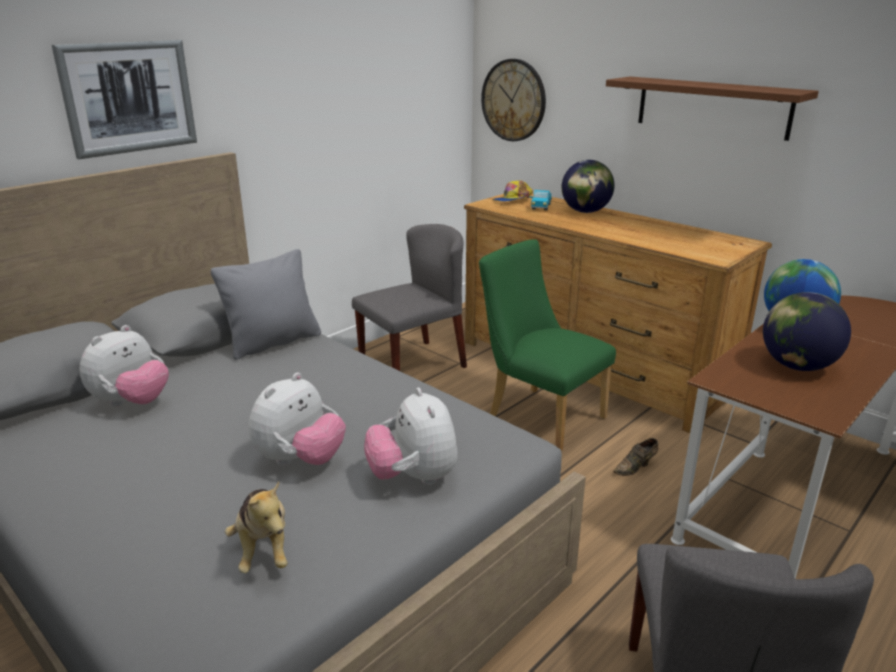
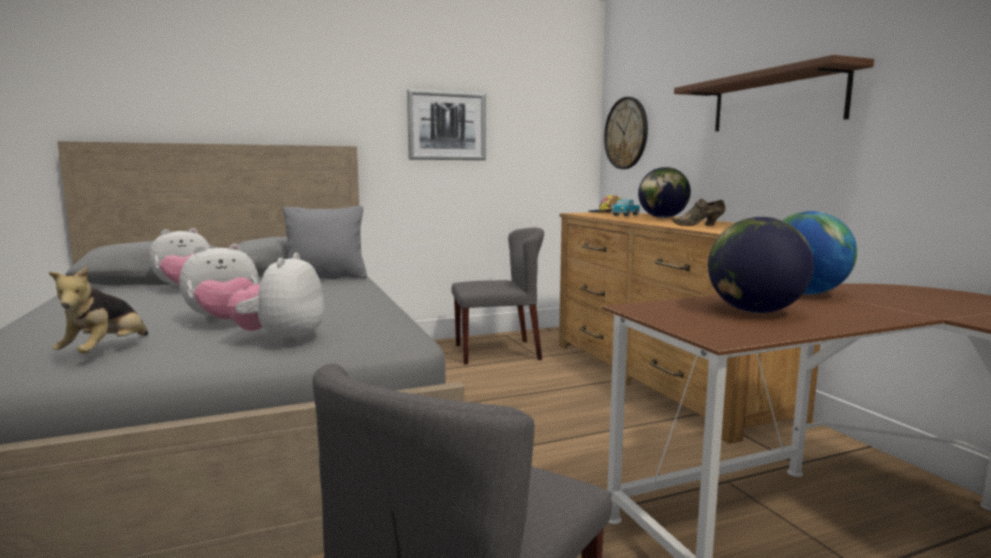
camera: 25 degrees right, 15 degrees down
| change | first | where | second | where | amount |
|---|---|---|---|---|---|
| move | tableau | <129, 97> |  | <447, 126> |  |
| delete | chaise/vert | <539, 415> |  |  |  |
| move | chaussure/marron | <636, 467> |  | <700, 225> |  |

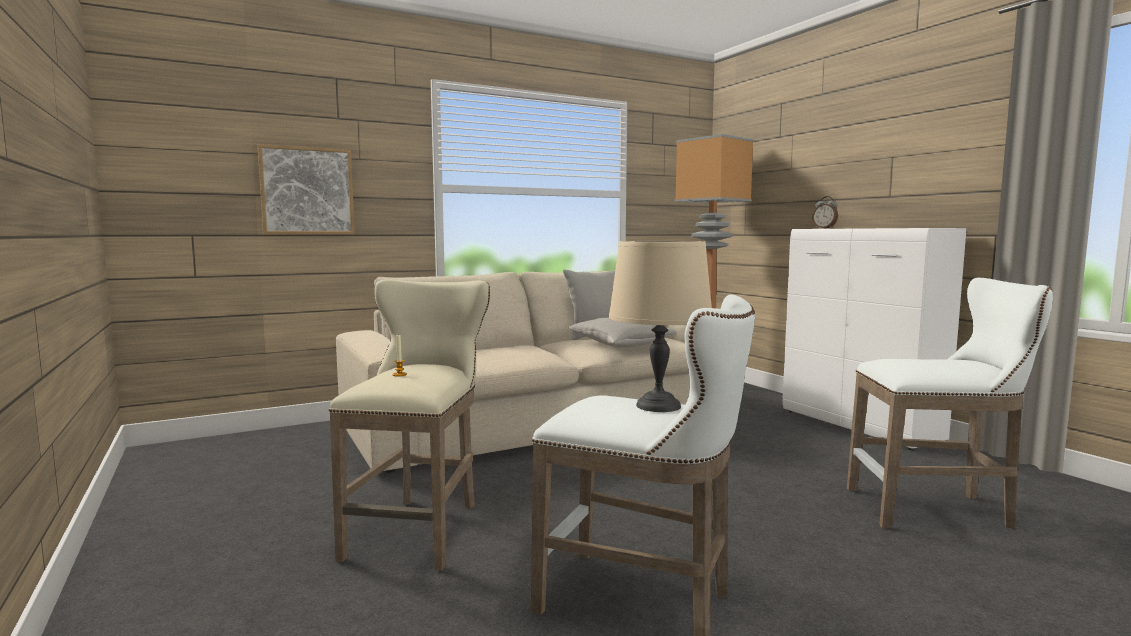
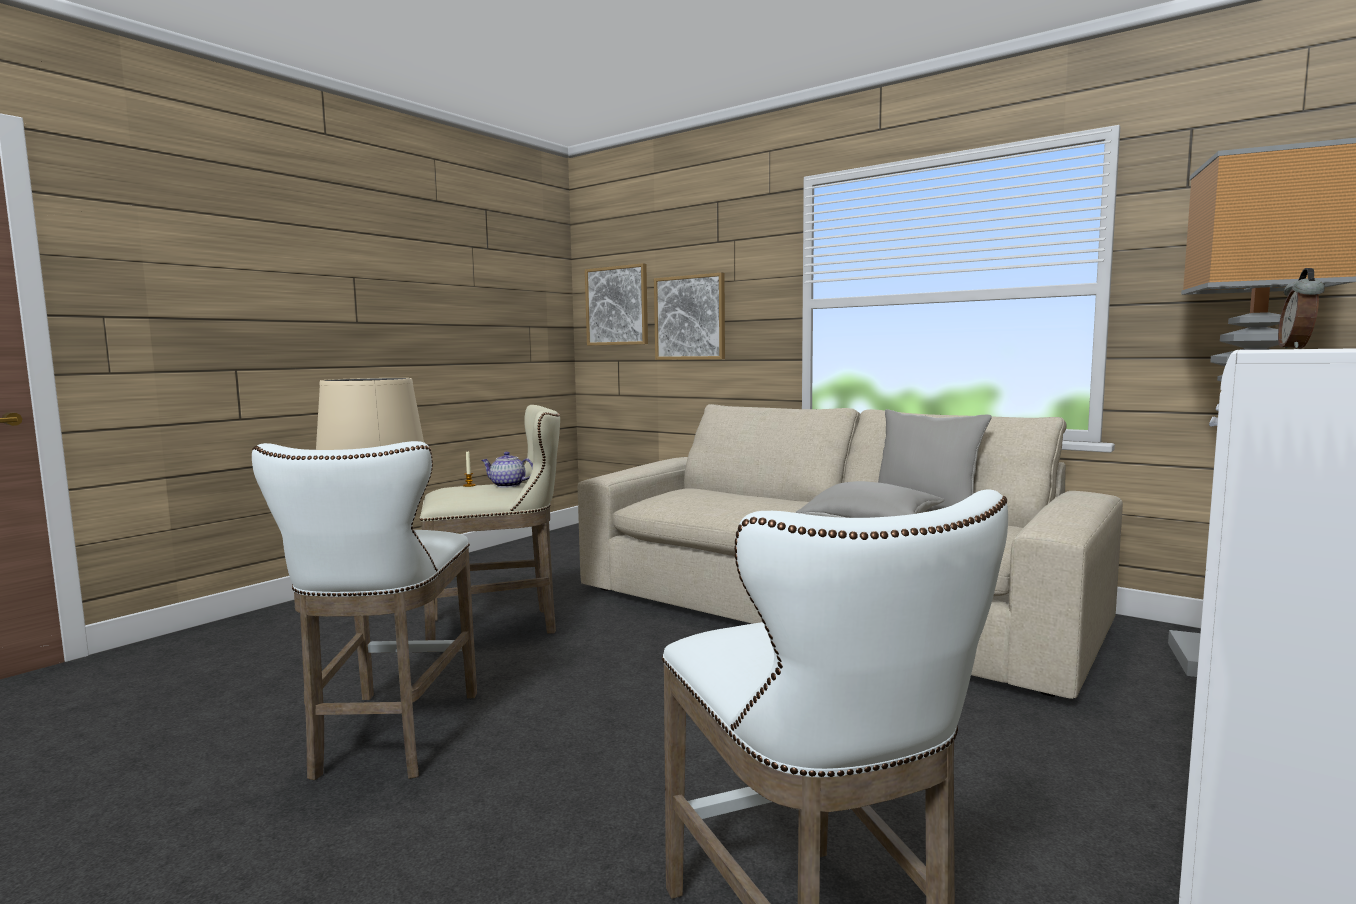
camera: 65 degrees right, 0 degrees up
| change | first | where | second | where | amount |
|---|---|---|---|---|---|
| insert |  |  | théière | <507, 485> |  |
| insert |  |  | tableau | <617, 306> |  |

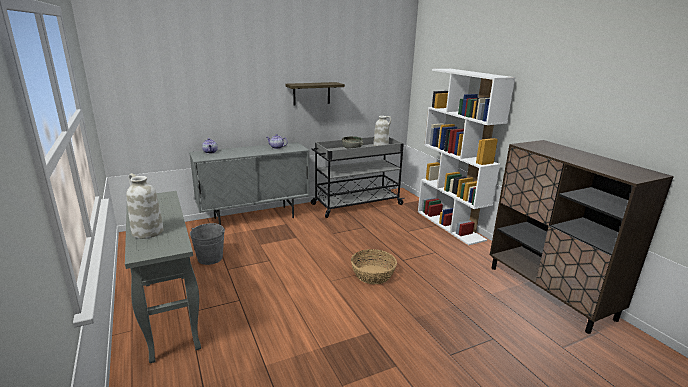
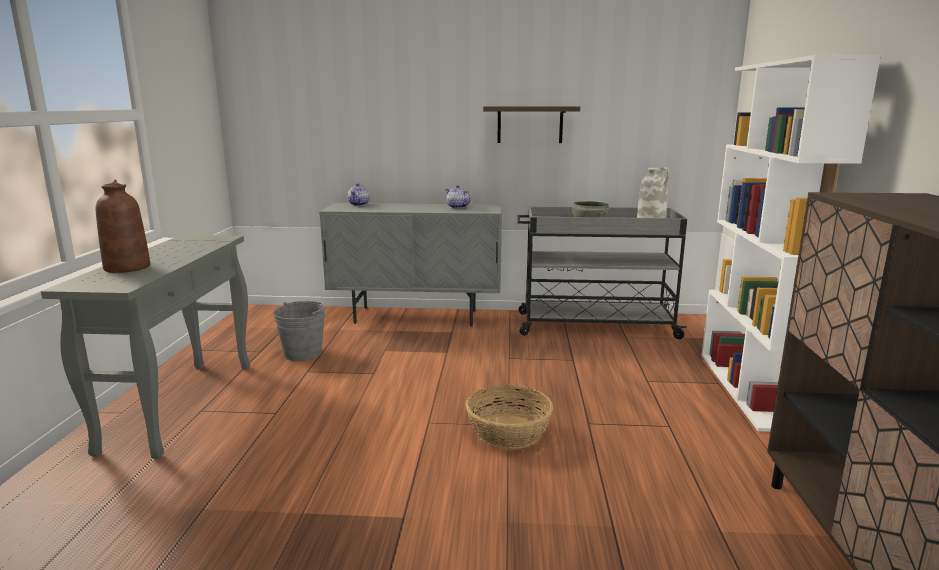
camera: 30 degrees right, 5 degrees down
| change | first | where | second | where | amount |
|---|---|---|---|---|---|
| recolor | vase/blanc | <147, 232> | vase/marron | <126, 267> |  |

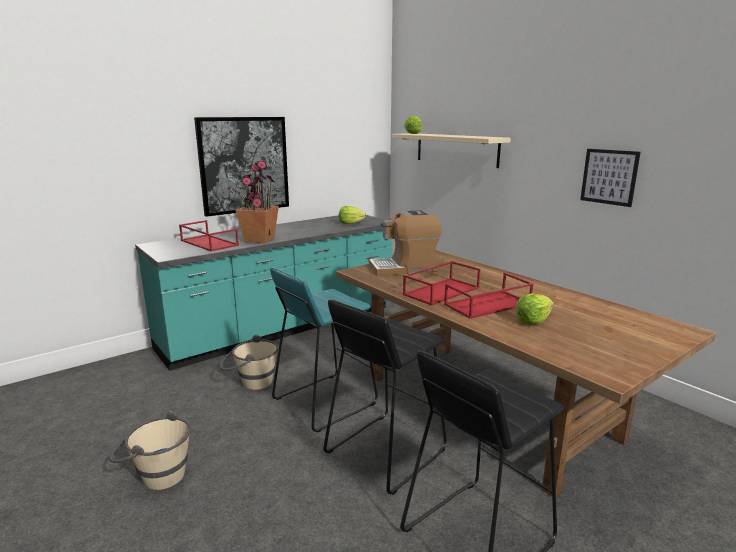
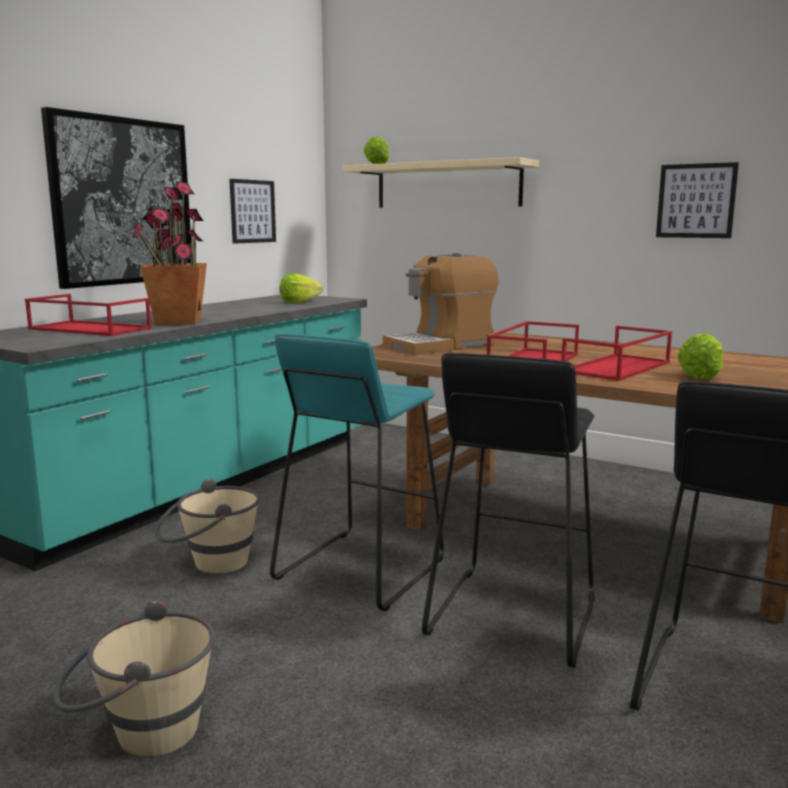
camera: 20 degrees left, 5 degrees down
| change | first | where | second | where | amount |
|---|---|---|---|---|---|
| insert |  |  | tableau | <252, 211> |  |

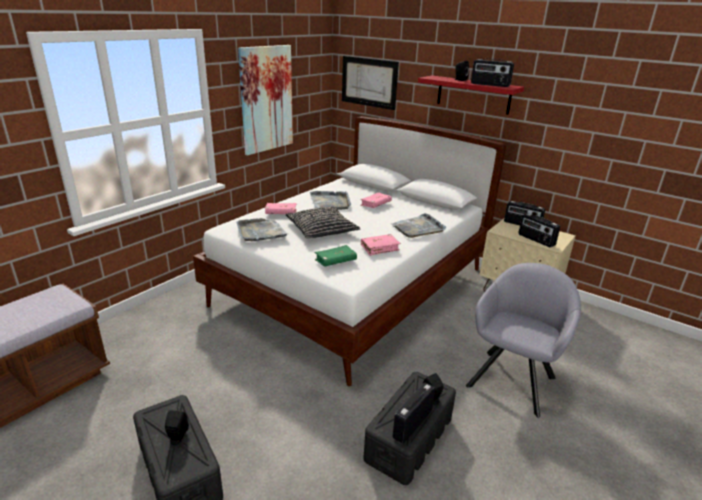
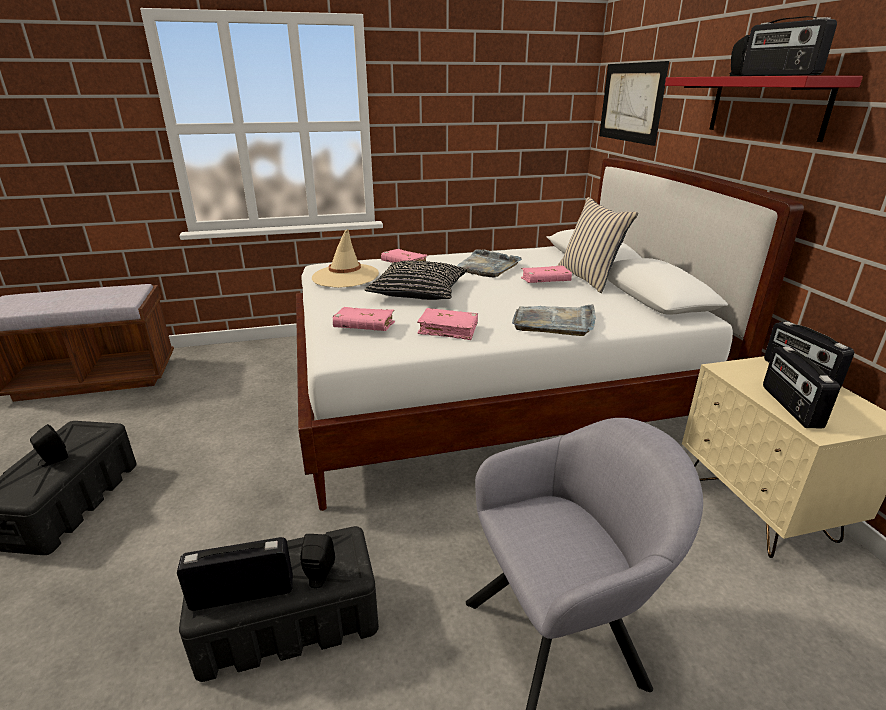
camera: 40 degrees right, 0 degrees up
| change | first | where | second | where | amount |
|---|---|---|---|---|---|
| replace | plateau/gris | <261, 232> | chapeau/beige | <345, 276> |  |
| delete | tableau | <266, 99> |  |  |  |
| recolor | livre/vert | <335, 261> | livre/rose | <364, 327> |  |
| insert |  |  | coussin/beige | <589, 278> |  |

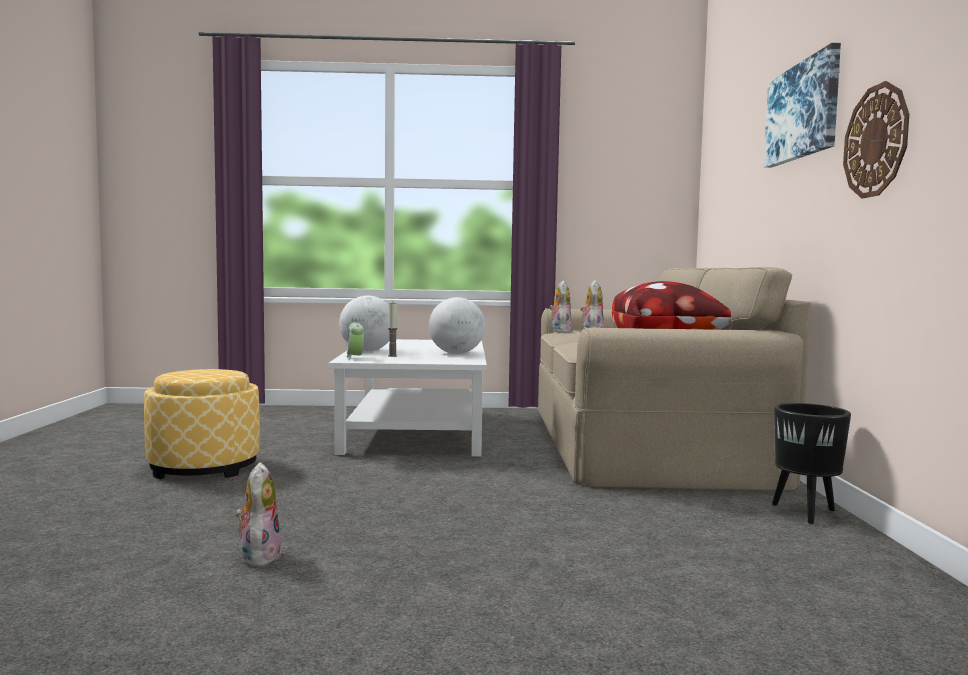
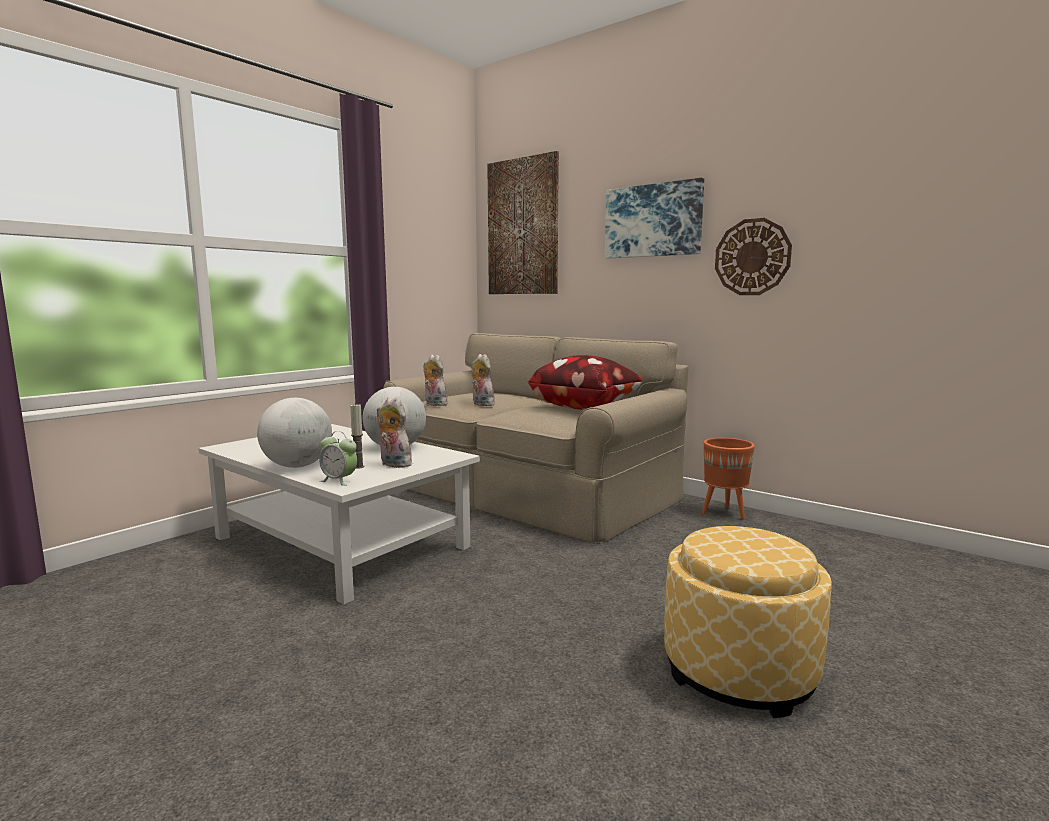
camera: 50 degrees left, 5 degrees up
| change | first | where | second | where | amount |
|---|---|---|---|---|---|
| move | pouf | <204, 467> |  | <738, 671> |  |
| move | peluche | <258, 556> |  | <393, 464> |  |
| recolor | cache-pot/noir | <806, 513> | cache-pot/orange | <725, 513> |  |
| insert |  |  | tableau | <523, 227> |  |

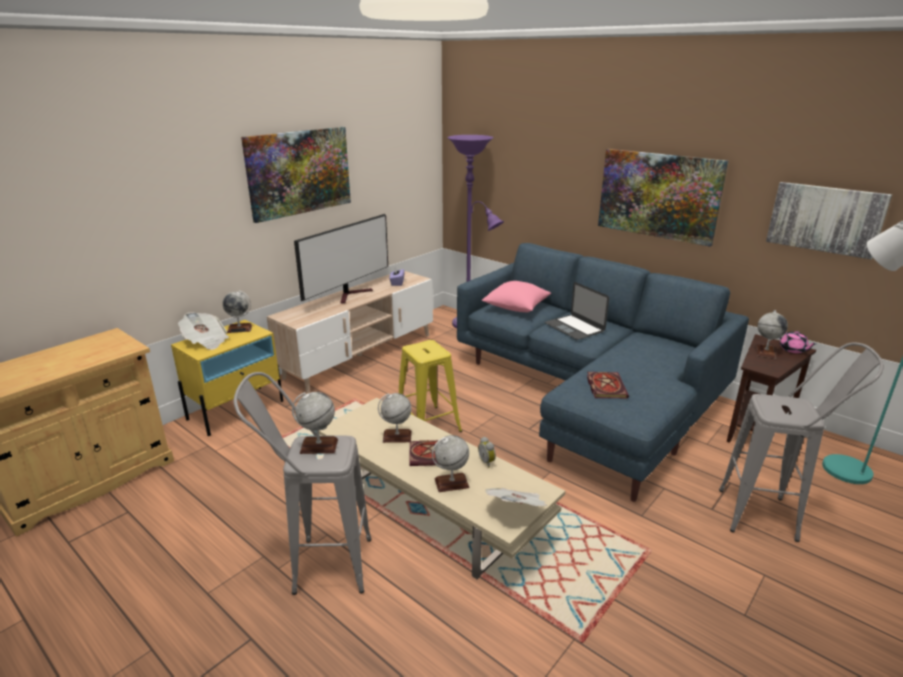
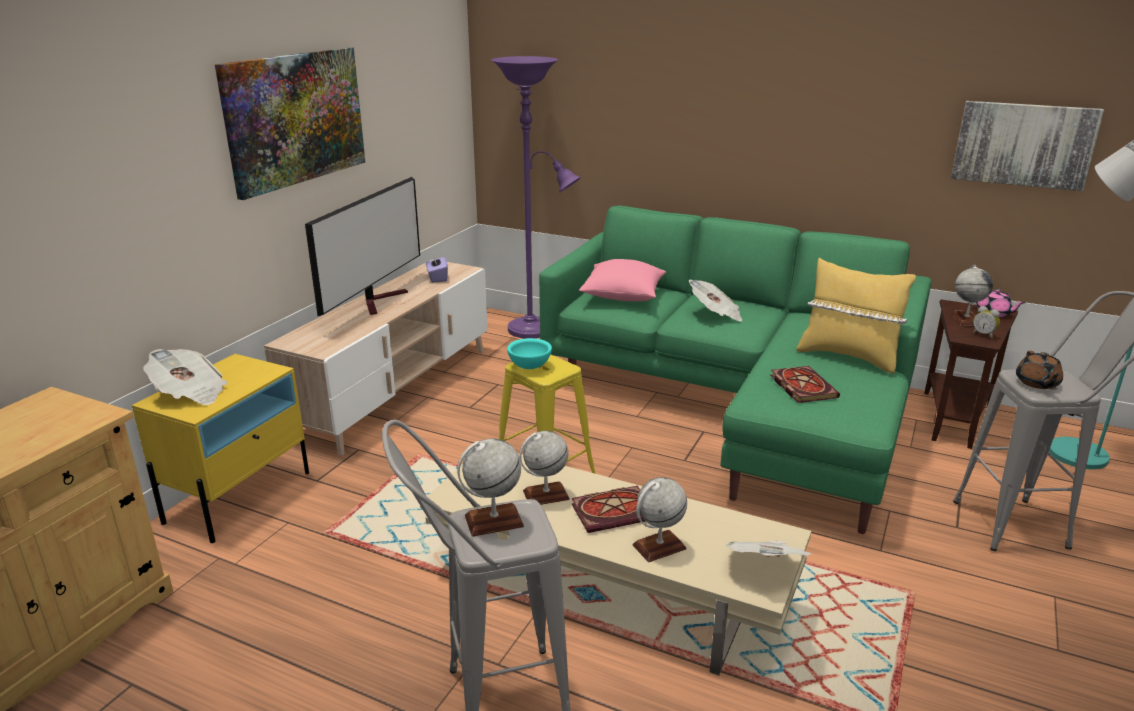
camera: 15 degrees left, 0 degrees up
| change | first | where | second | where | amount |
|---|---|---|---|---|---|
| delete | globe | <239, 329> |  |  |  |
| recolor | canapé/bleu | <589, 395> | canapé/vert | <739, 405> |  |
| move | réveil | <487, 462> |  | <984, 334> |  |
| replace | ordinateur portable | <574, 327> | journal | <715, 314> |  |
| delete | tableau | <658, 195> |  |  |  |
| insert |  |  | bol/turquoise | <530, 366> |  |
| insert |  |  | coussin/jaune | <848, 357> |  |
| insert |  |  | théière/marron | <1037, 383> |  |

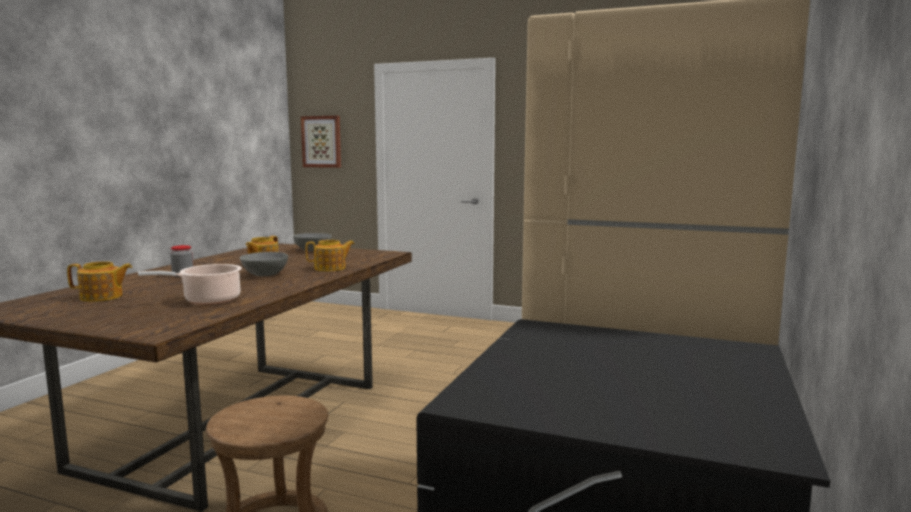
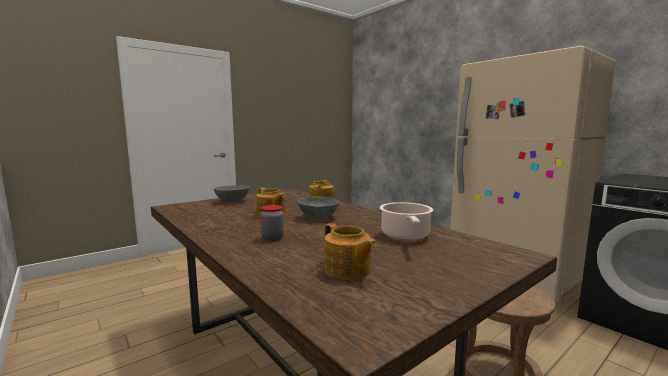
camera: 60 degrees left, 0 degrees up
| change | first | where | second | where | amount |
|---|---|---|---|---|---|
| rotate | théière | <102, 297> |  | <347, 270> | 120 degrees clockwise |
| delete | tableau | <322, 141> |  |  |  |

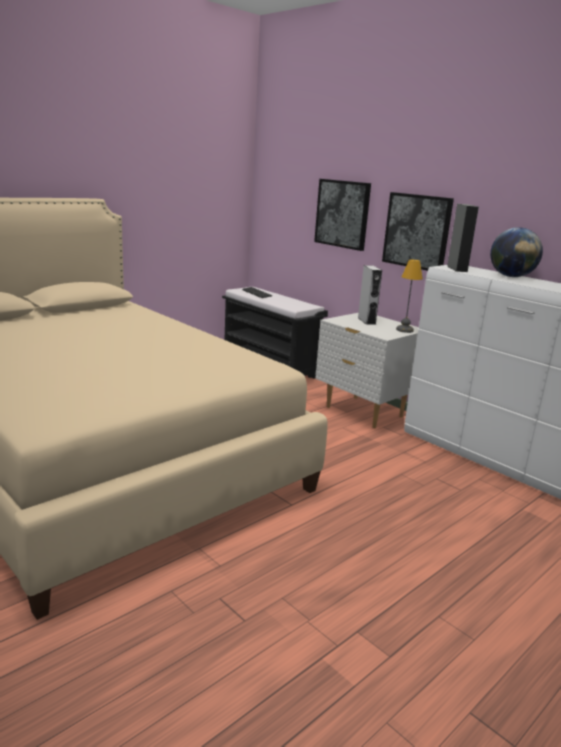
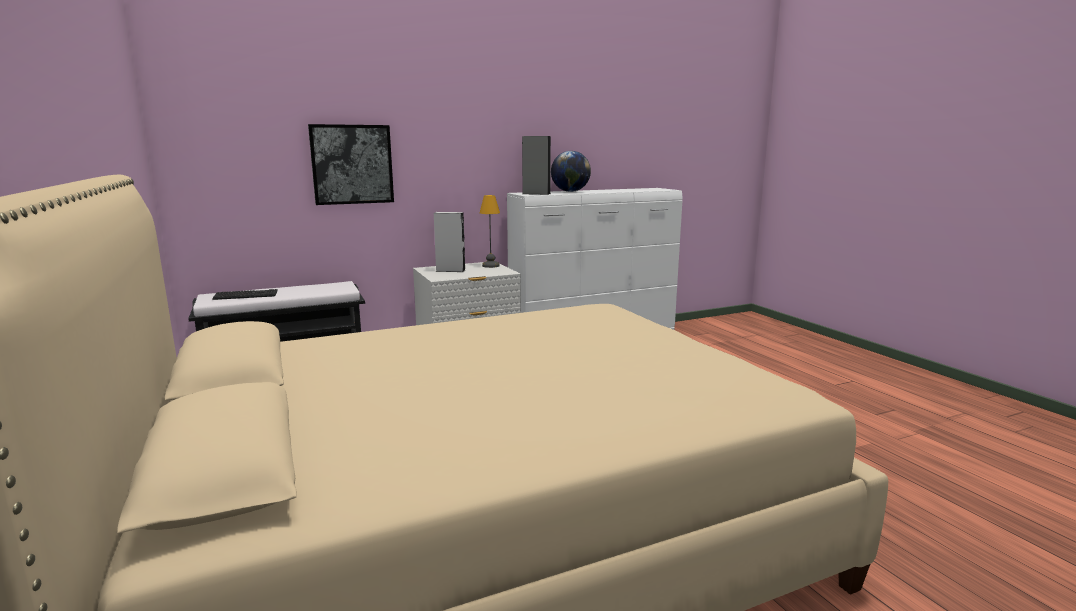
camera: 70 degrees left, 5 degrees down
| change | first | where | second | where | amount |
|---|---|---|---|---|---|
| delete | tableau | <417, 231> |  |  |  |

